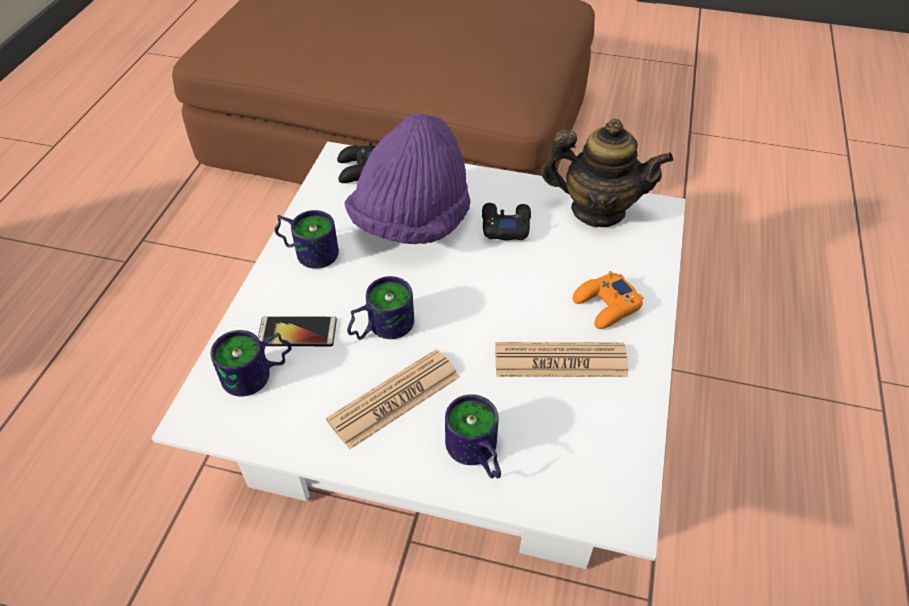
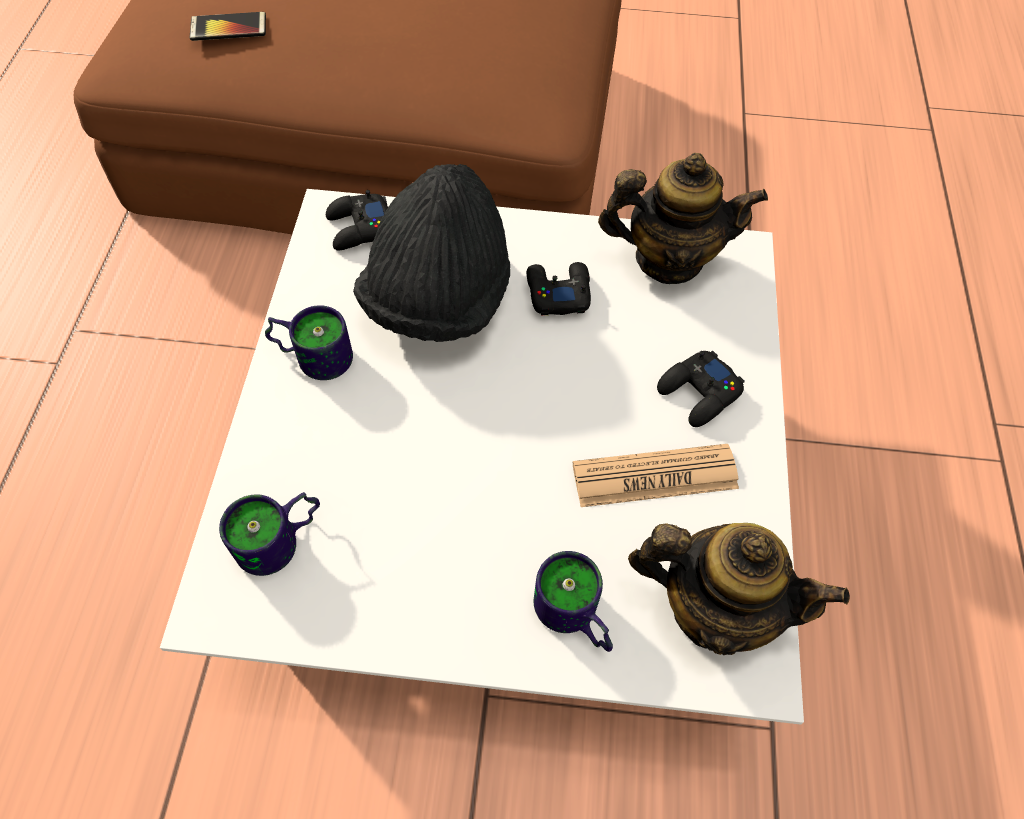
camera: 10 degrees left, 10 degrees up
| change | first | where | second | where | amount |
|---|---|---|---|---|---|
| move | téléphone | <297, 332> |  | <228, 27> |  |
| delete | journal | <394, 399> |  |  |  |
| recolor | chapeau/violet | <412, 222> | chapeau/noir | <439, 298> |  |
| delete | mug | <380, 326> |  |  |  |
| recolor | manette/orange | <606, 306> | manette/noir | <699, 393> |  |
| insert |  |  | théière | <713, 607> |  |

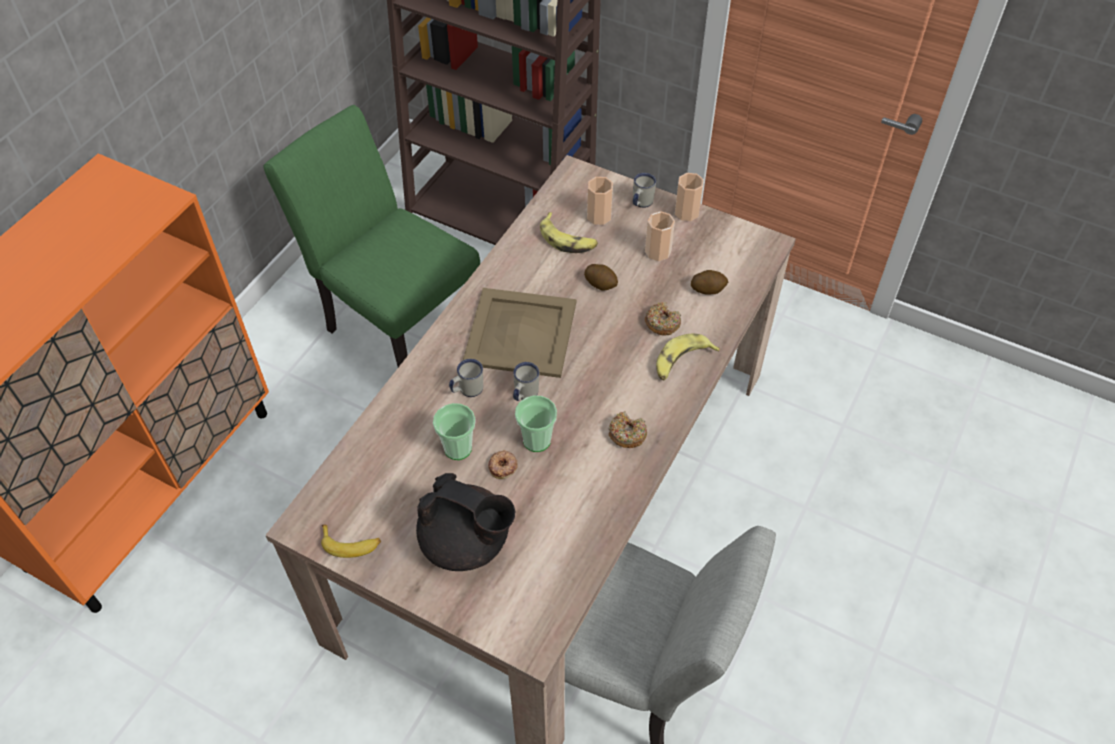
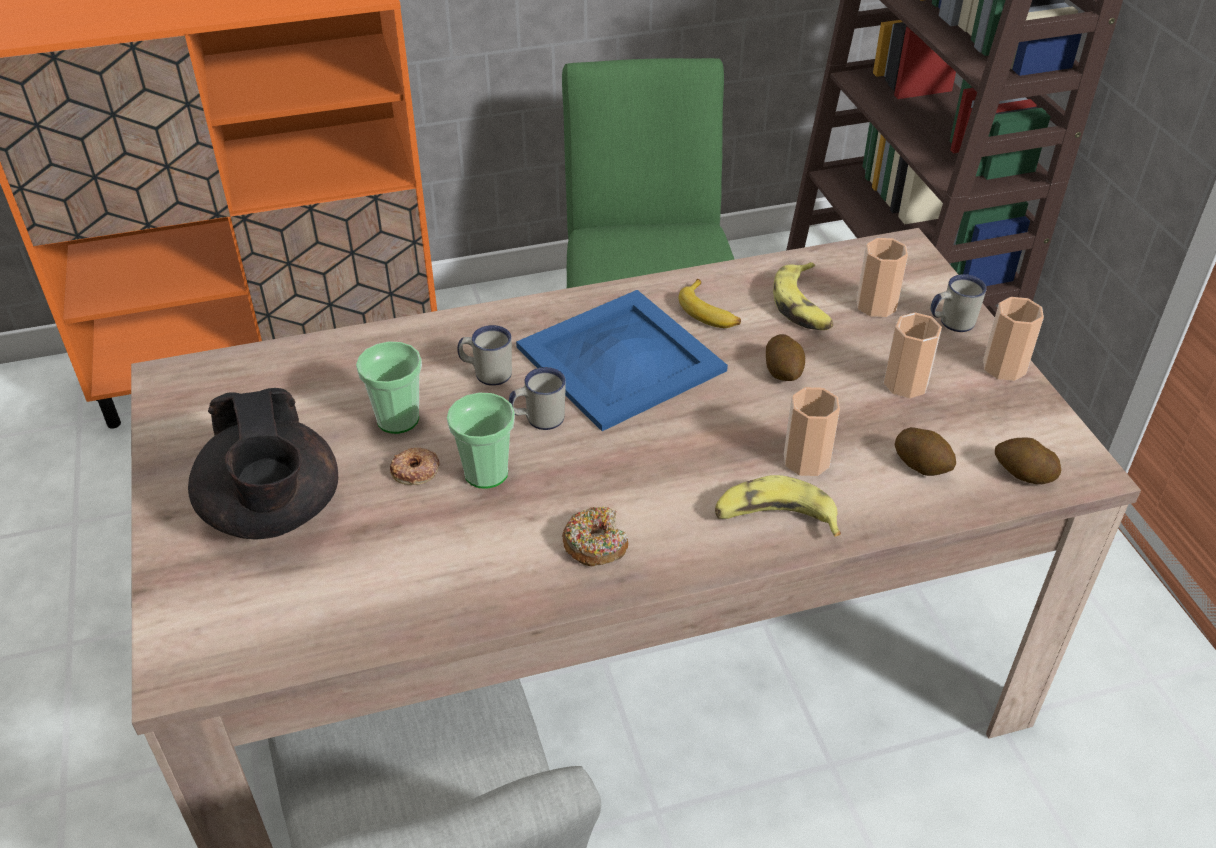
camera: 45 degrees right, 10 degrees down
| change | first | where | second | where | amount |
|---|---|---|---|---|---|
| move | banane | <351, 544> |  | <710, 312> |  |
| recolor | plateau/beige | <520, 332> | plateau/bleu | <621, 358> |  |
| replace | beignet | <662, 323> | tasse | <806, 460> |  |
| insert |  |  | pomme de terre | <1022, 474> |  |

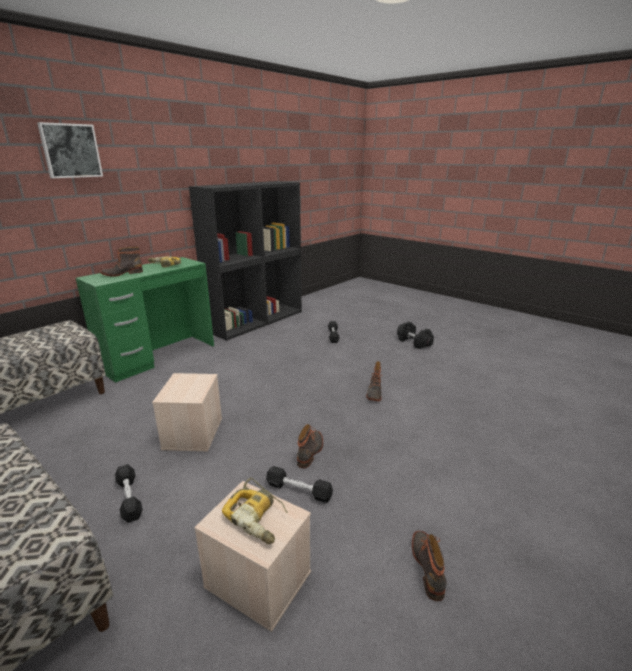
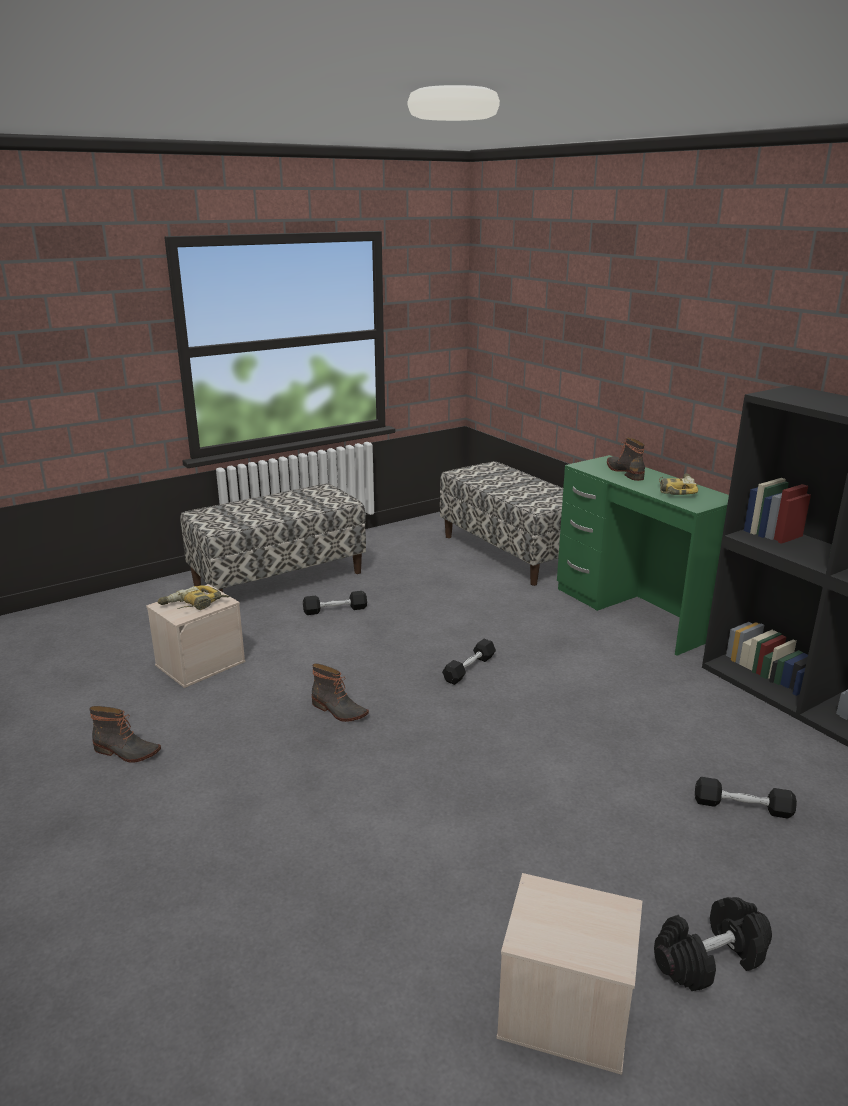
camera: 105 degrees right, 0 degrees up
| change | first | where | second | where | amount |
|---|---|---|---|---|---|
| delete | tableau | <70, 151> |  |  |  |
| move | boîte de rangement/beige | <193, 433> |  | <563, 1012> |  |
| move | haltère/noir | <299, 490> |  | <469, 669> |  |
| delete | botte | <374, 393> |  |  |  |

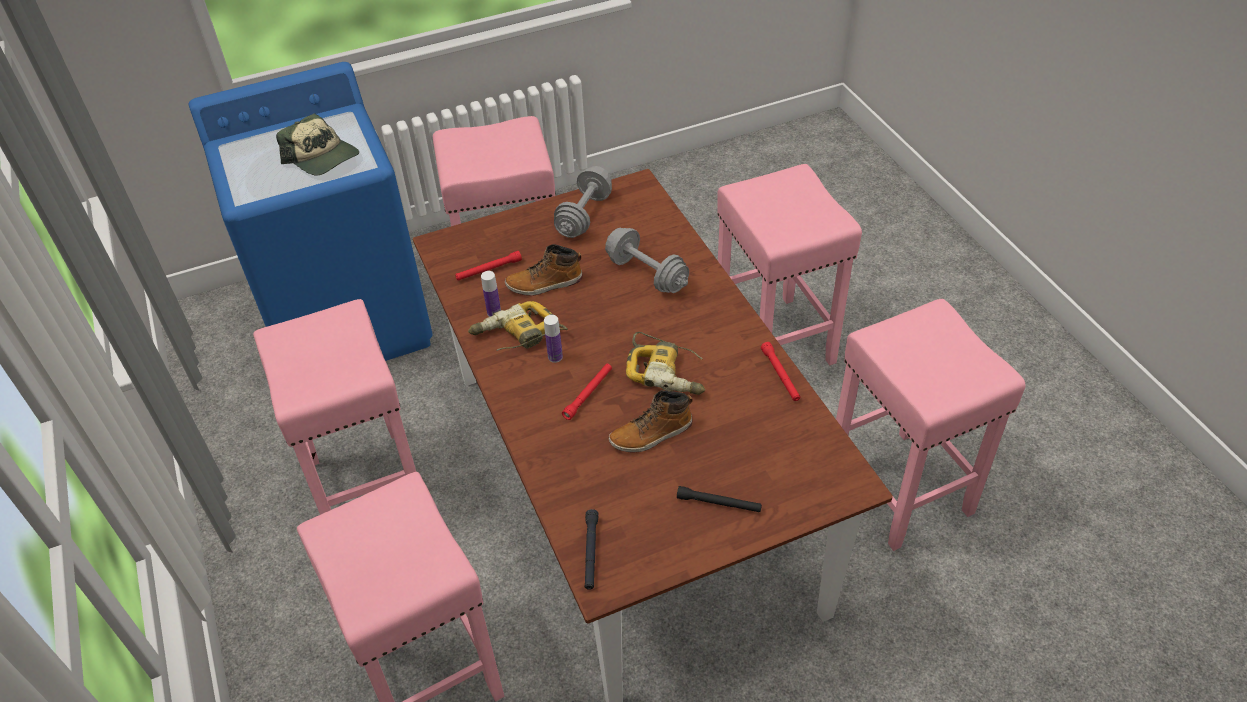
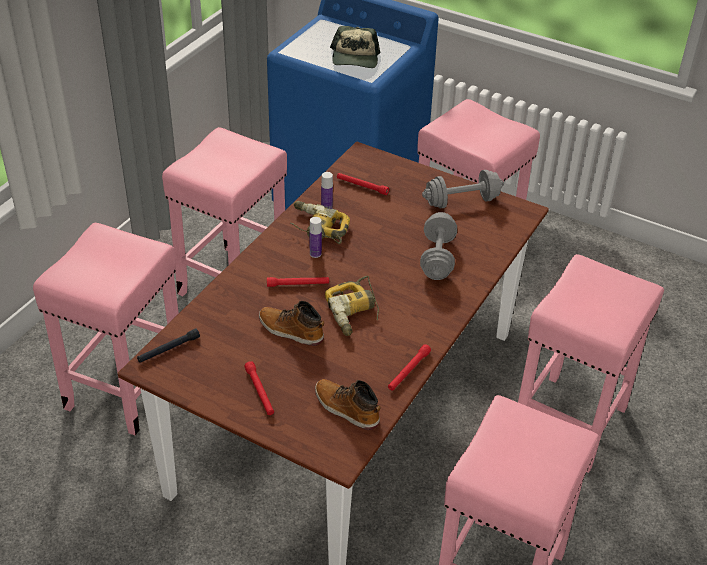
camera: 50 degrees right, 5 degrees down
| change | first | where | second | where | amount |
|---|---|---|---|---|---|
| move | botte | <544, 284> |  | <346, 409> |  |
| recolor | lampe de poche/noir | <718, 503> | lampe de poche/rouge | <259, 392> |  |

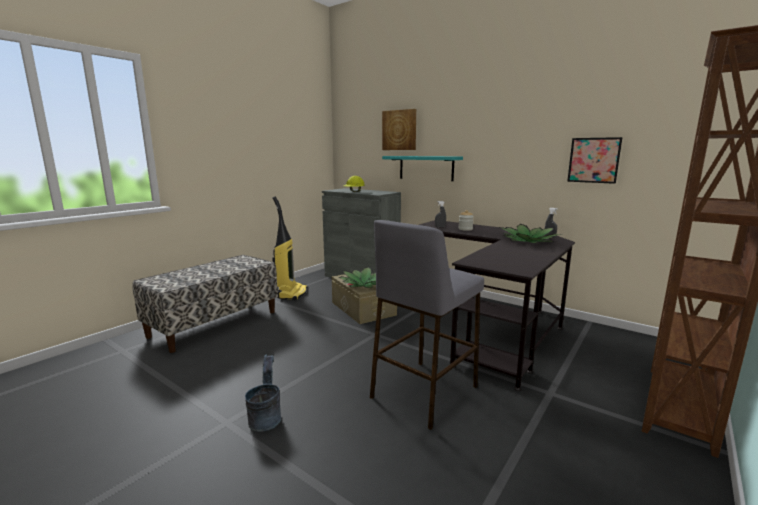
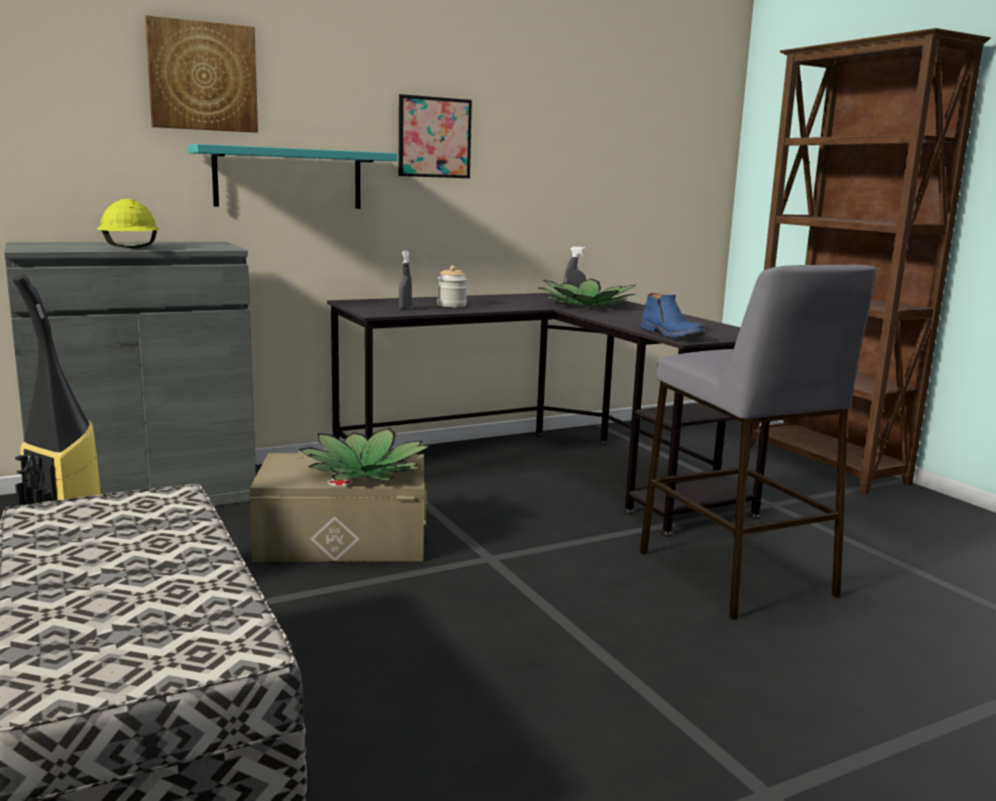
camera: 65 degrees left, 0 degrees up
| change | first | where | second | where | amount |
|---|---|---|---|---|---|
| delete | seau/gris | <266, 417> |  |  |  |
| move | tableau | <593, 160> |  | <434, 137> |  |
| insert |  |  | botte/bleu | <672, 335> |  |

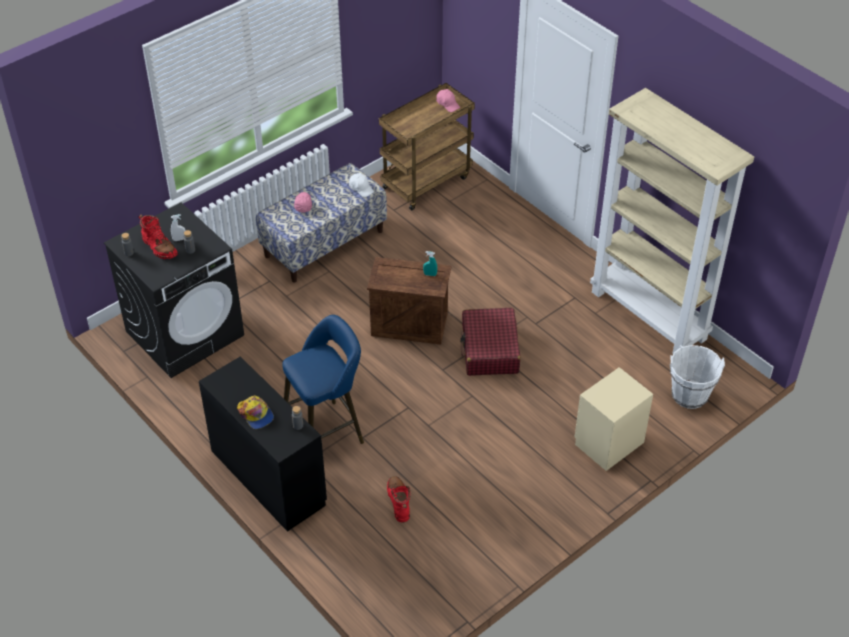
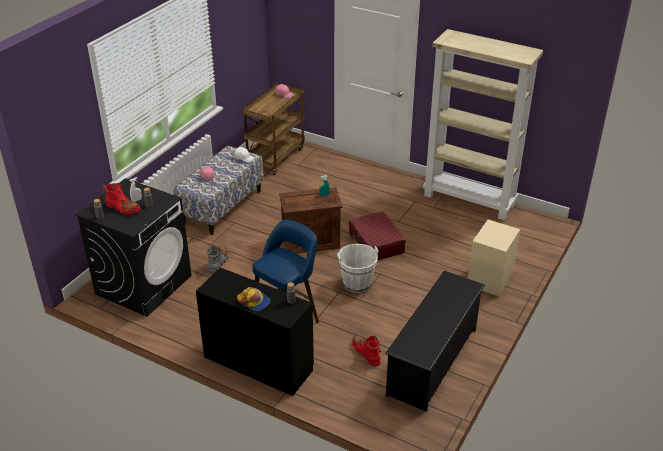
camera: 20 degrees left, 10 degrees down
| change | first | where | second | where | amount |
|---|---|---|---|---|---|
| move | seau/blanc | <689, 395> |  | <357, 284> |  |
| insert |  |  | botte/gris | <218, 262> |  |
| insert |  |  | étagère à chaussures/noir | <433, 361> |  |

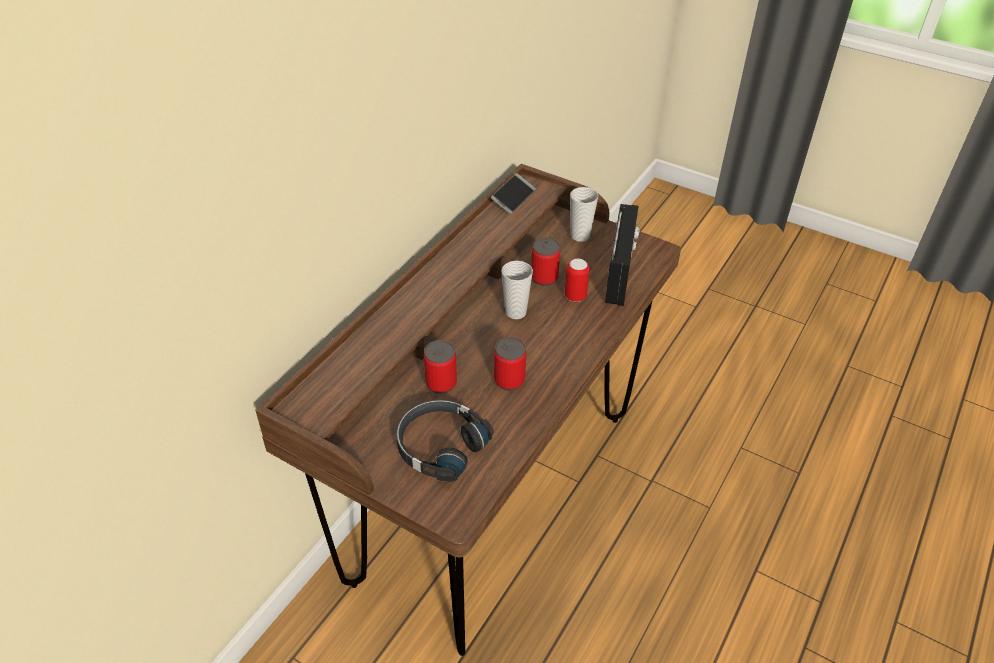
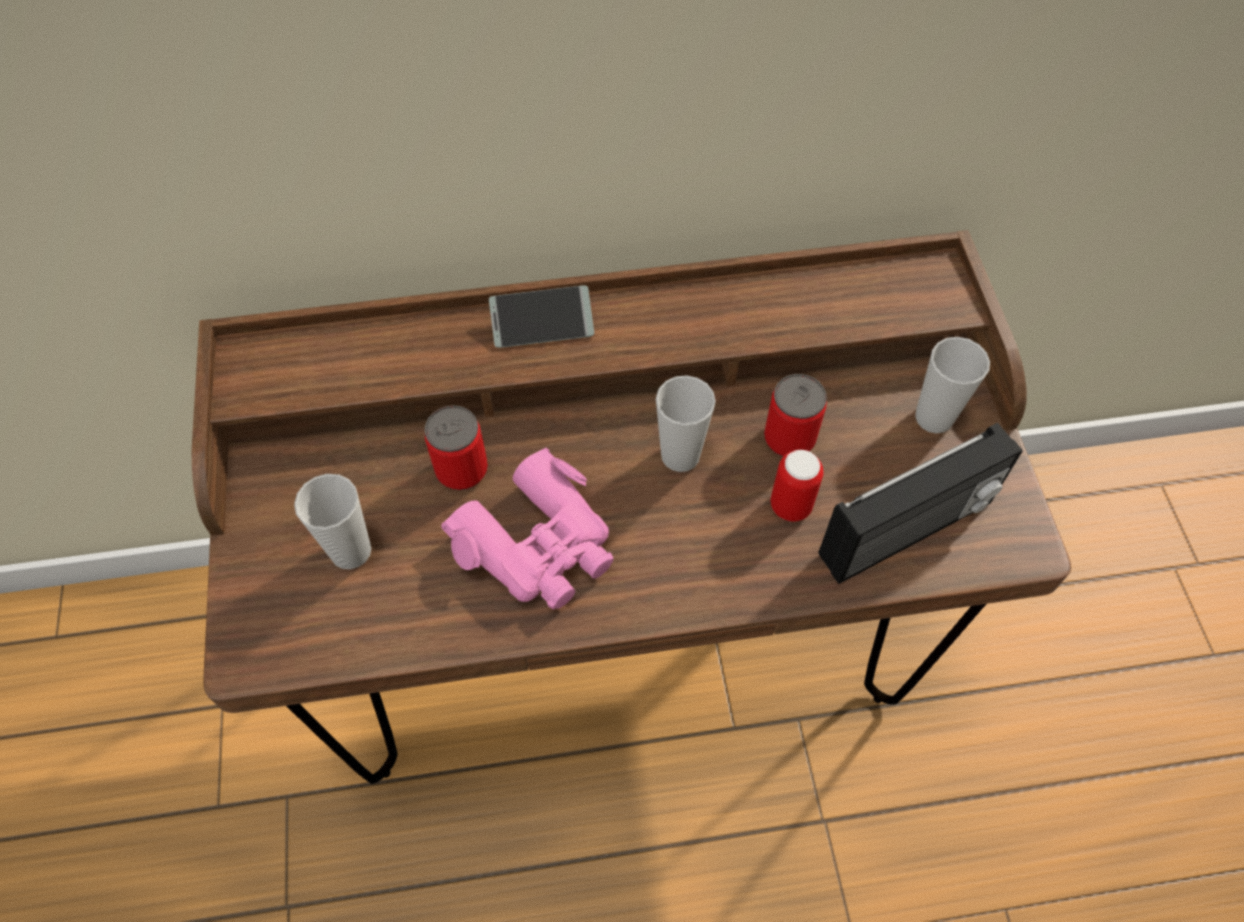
camera: 50 degrees right, 15 degrees up
| change | first | where | second | where | amount |
|---|---|---|---|---|---|
| replace | casque audio/noir | <440, 446> | tasse | <351, 551> |  |
| move | téléphone | <513, 198> |  | <542, 324> |  |
| replace | boîte métallique | <509, 380> | jumelles/rose | <539, 544> |  |

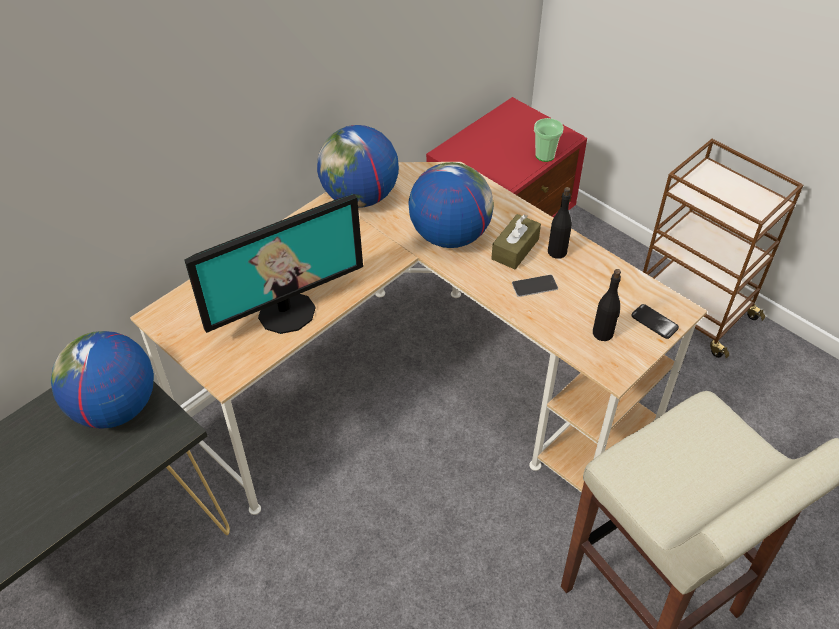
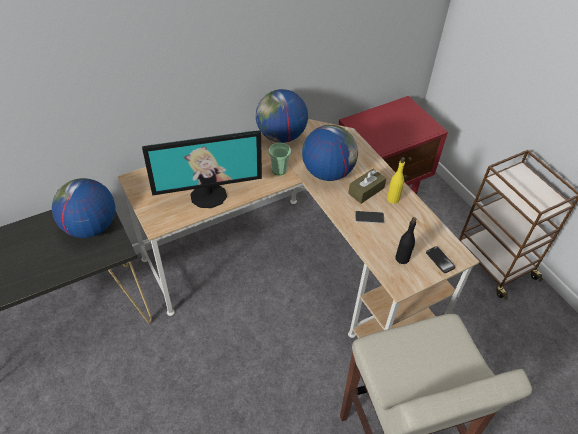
camera: 15 degrees right, 0 degrees up
| change | first | where | second | where | amount |
|---|---|---|---|---|---|
| move | tasse | <545, 155> |  | <279, 170> |  |
| recolor | bouteille/noir | <557, 252> | bouteille/jaune | <393, 199> |  |

